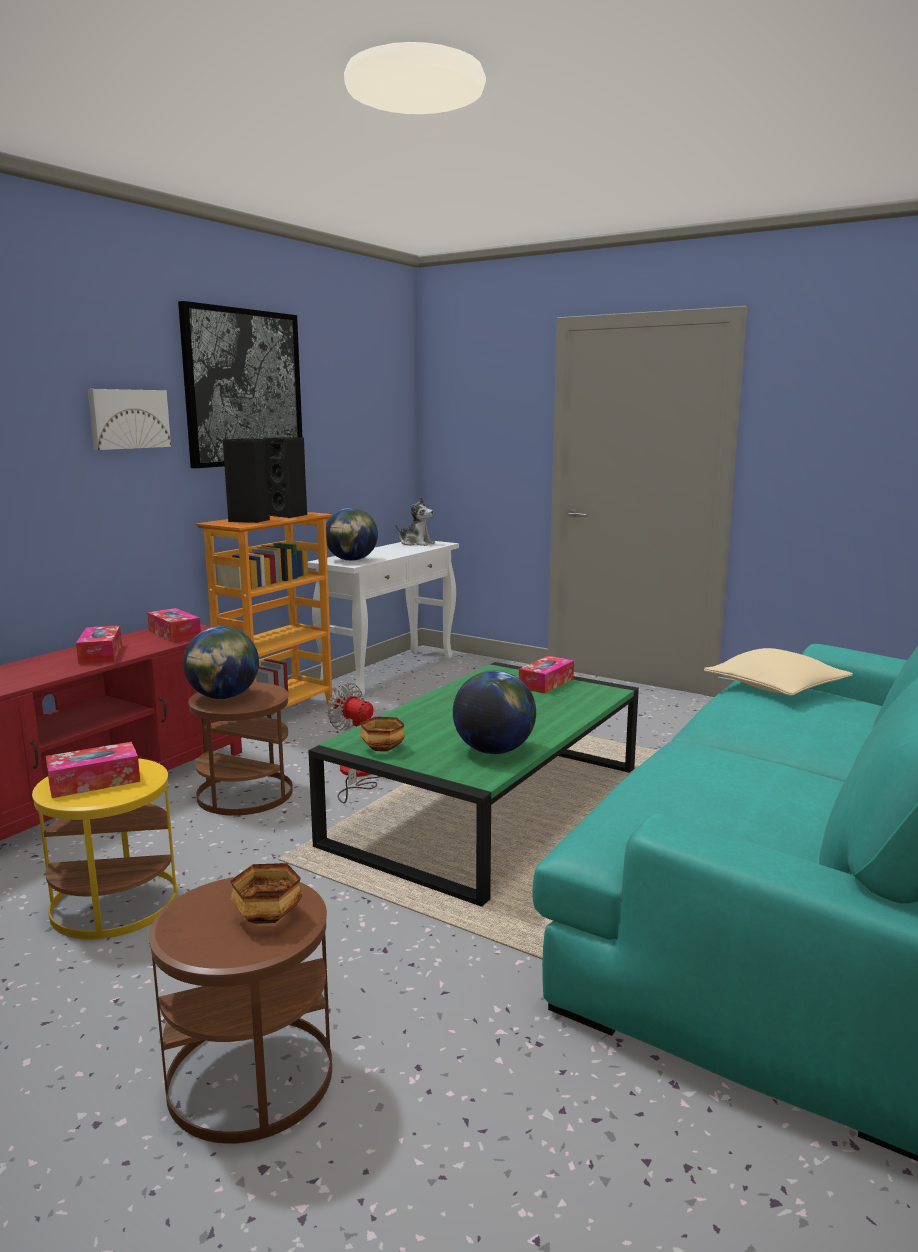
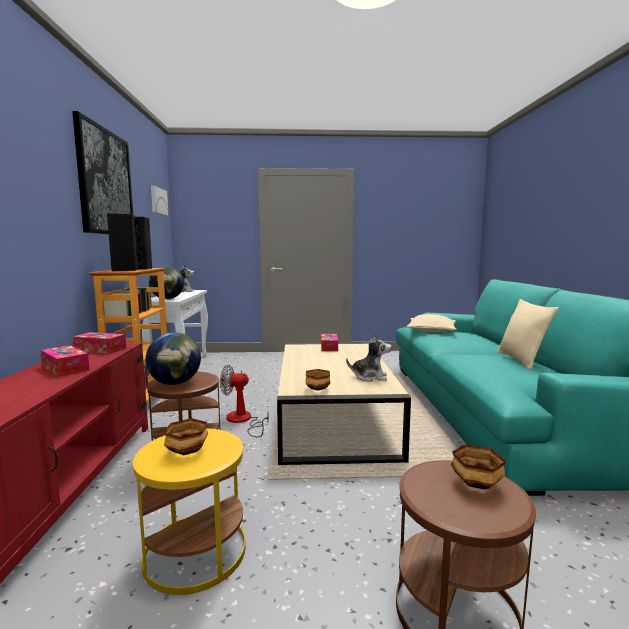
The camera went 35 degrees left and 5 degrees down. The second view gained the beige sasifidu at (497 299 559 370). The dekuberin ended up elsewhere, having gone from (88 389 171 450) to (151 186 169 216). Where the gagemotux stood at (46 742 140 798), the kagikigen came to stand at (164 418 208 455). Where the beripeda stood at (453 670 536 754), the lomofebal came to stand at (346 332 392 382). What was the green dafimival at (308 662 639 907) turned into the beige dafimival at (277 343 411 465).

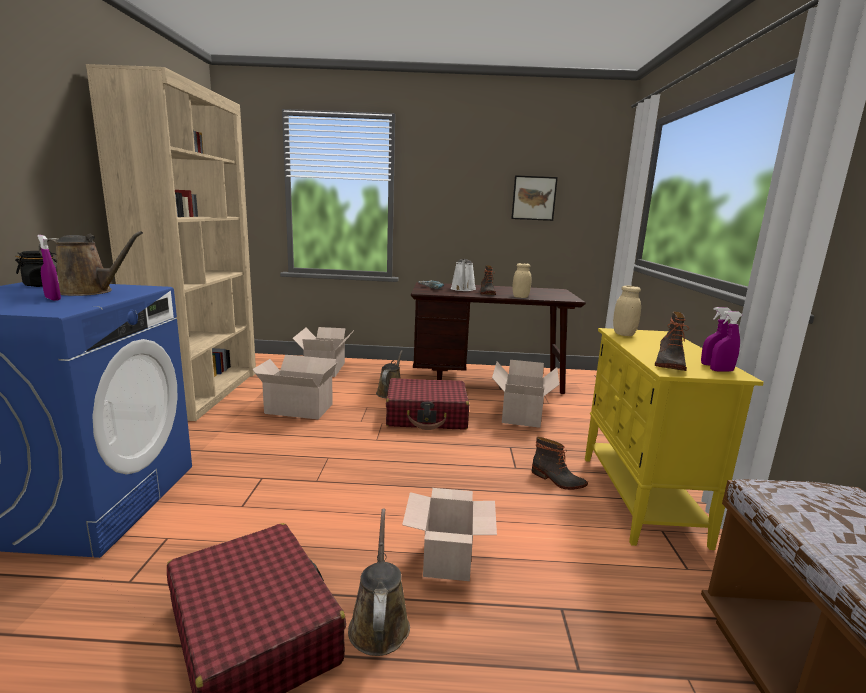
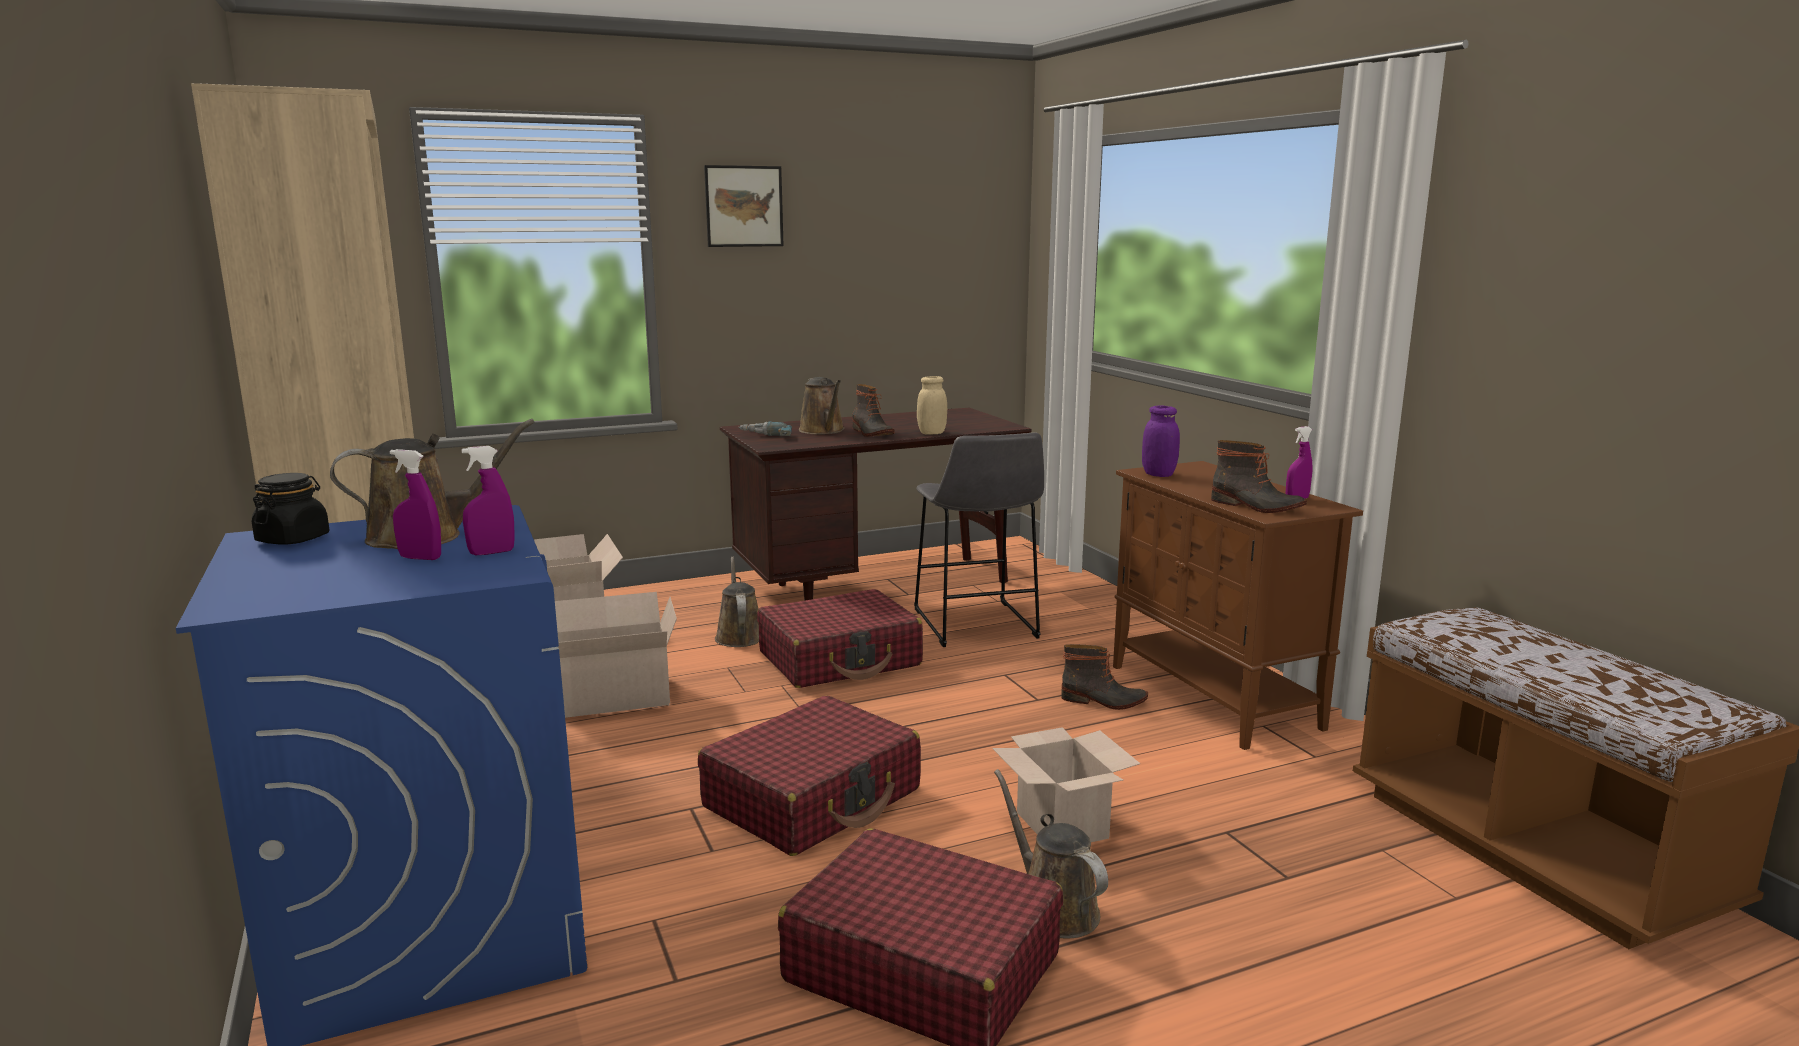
The camera went 25 degrees left and 0 degrees up. The second view gained the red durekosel at (698 696 921 856). The dekuberin ended up elsewhere, having gone from (511 175 558 221) to (704 165 784 247). The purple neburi ended up elsewhere, having gone from (710 311 742 372) to (462 446 515 555). Where the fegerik stood at (492 360 559 428), the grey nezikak came to stand at (914 432 1044 647). What was the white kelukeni at (451 259 476 291) turned into the brown kelukeni at (799 377 844 435). What was the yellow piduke at (585 328 764 550) turned into the brown piduke at (1113 461 1363 750). What was the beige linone at (613 286 641 336) turned into the purple linone at (1142 406 1180 477). The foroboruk at (655 312 689 371) ended up facing another way, 45 degrees counterclockwise from before.

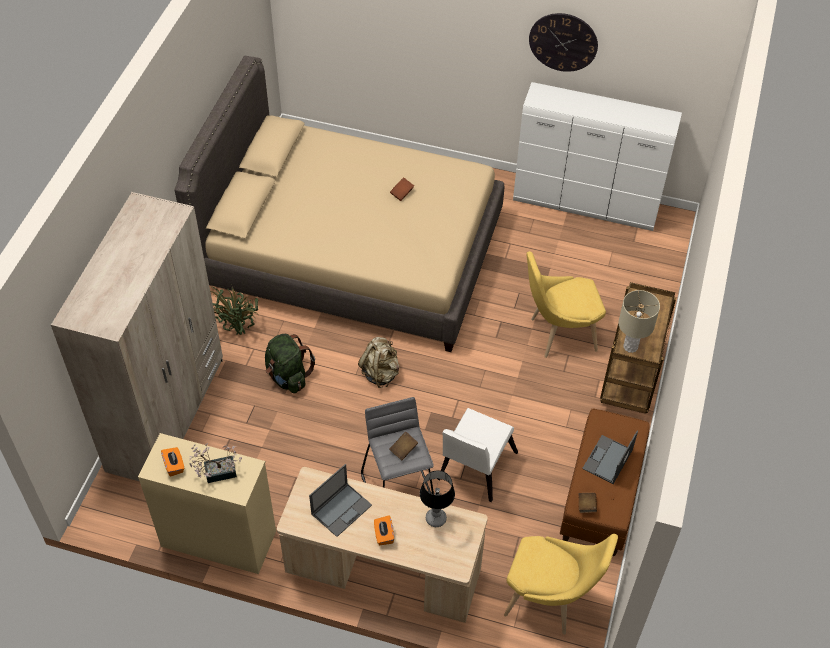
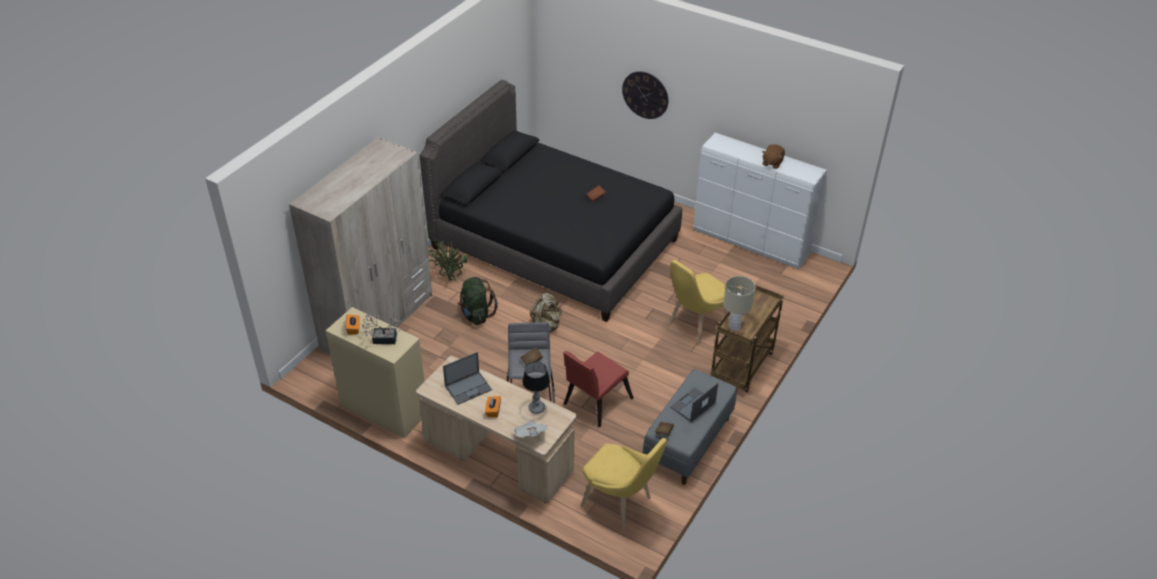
The camera went 15 degrees right and 10 degrees down. The second view gained the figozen at (514 420 547 437). The second view gained the brown lomofebal at (762 144 785 169). The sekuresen ended up elsewhere, having gone from (529 13 598 72) to (622 71 668 119). What was the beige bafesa at (174 56 504 352) turned into the black bafesa at (419 80 682 322). What was the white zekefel at (437 408 518 502) turned into the red zekefel at (563 351 633 428). What was the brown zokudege at (560 409 650 556) turned into the grey zokudege at (643 369 737 485). The yellow zekefel at (526 251 606 358) ended up facing another way, 45 degrees counterclockwise from before.

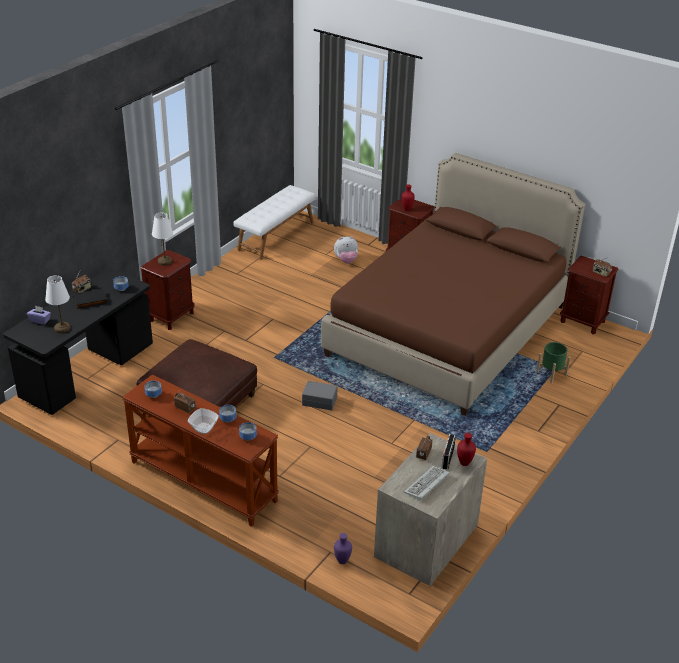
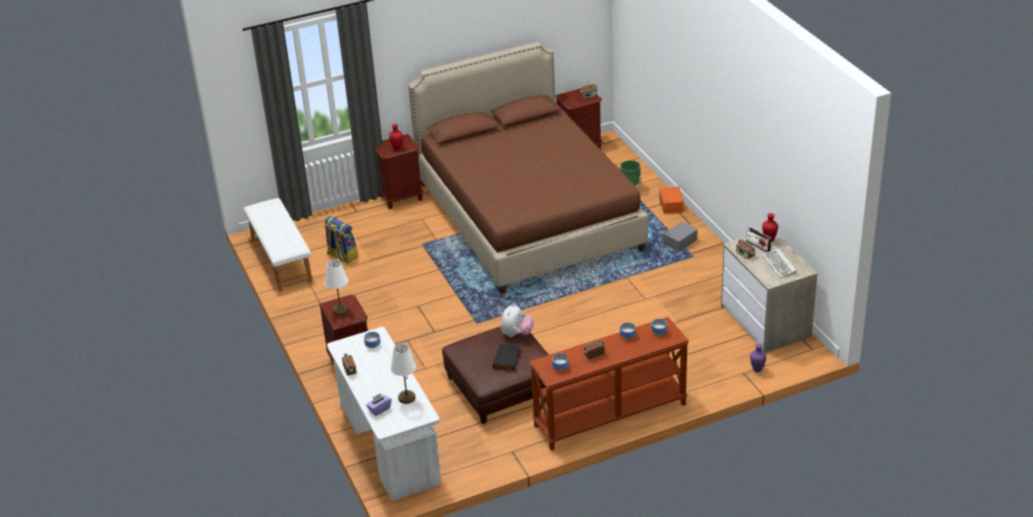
The camera went 55 degrees left and 0 degrees up. The second view lost the kagikigen at (188 408 219 434). The second view gained the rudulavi at (324 216 358 264). The second view gained the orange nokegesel at (659 186 684 214). The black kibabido ended up elsewhere, having gone from (73 289 108 309) to (493 344 521 370). The grey nokegesel ended up elsewhere, having gone from (302 381 338 410) to (663 222 698 252). The lomofebal ended up elsewhere, having gone from (334 236 358 264) to (501 304 534 337). What was the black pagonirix at (3 268 153 415) turned into the white pagonirix at (327 327 441 501).

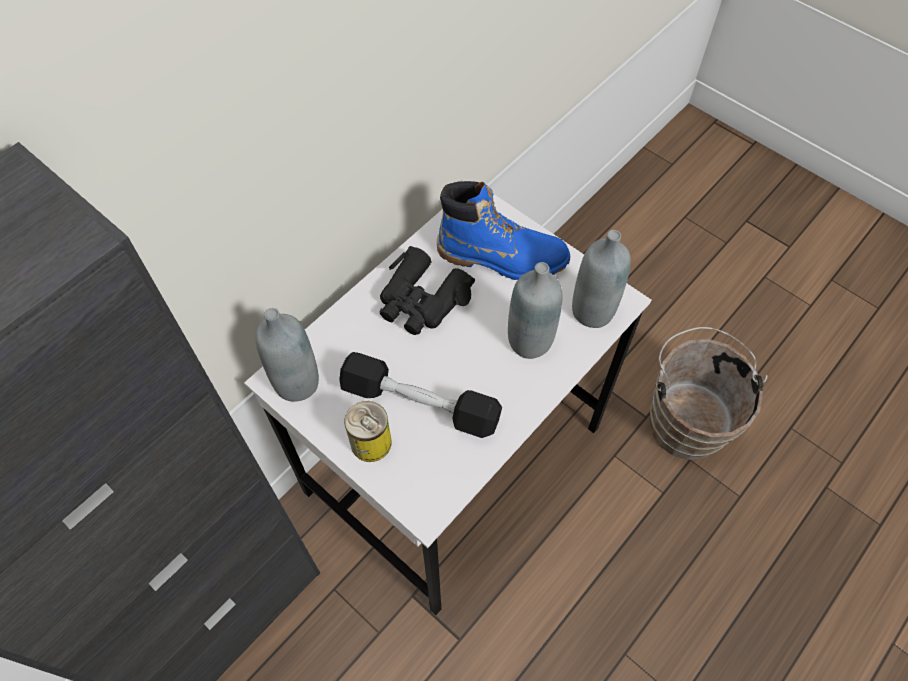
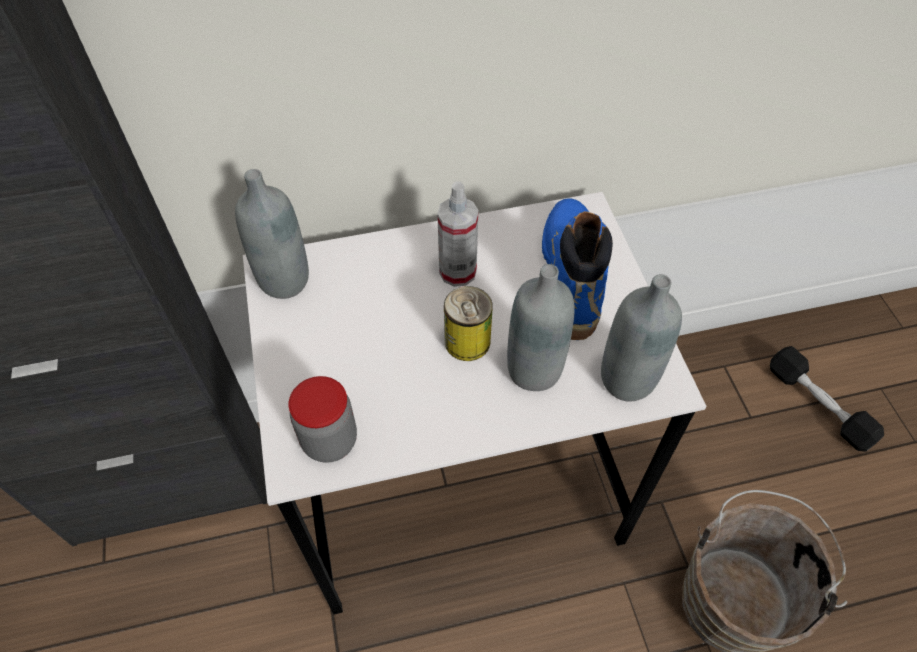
The camera went 35 degrees right and 5 degrees down. The second view gained the linone at (289 376 357 463). The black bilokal ended up elsewhere, having gone from (339 352 502 438) to (770 346 884 452). The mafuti ended up elsewhere, having gone from (345 401 392 462) to (444 286 493 361). Where the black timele stood at (380 246 475 335), the neburi came to stand at (437 181 478 287). The blue foroboruk at (437 181 570 280) ended up facing another way, 135 degrees counterclockwise from before.

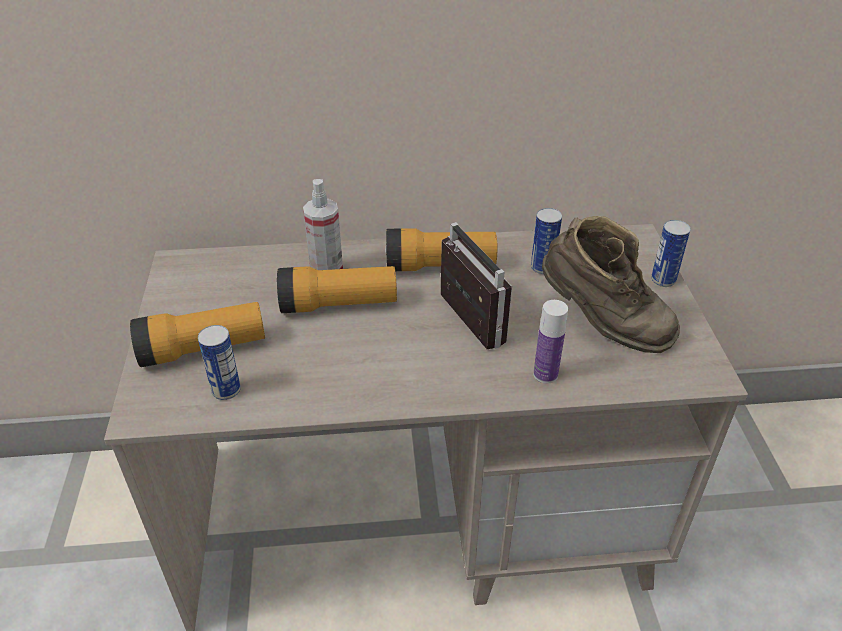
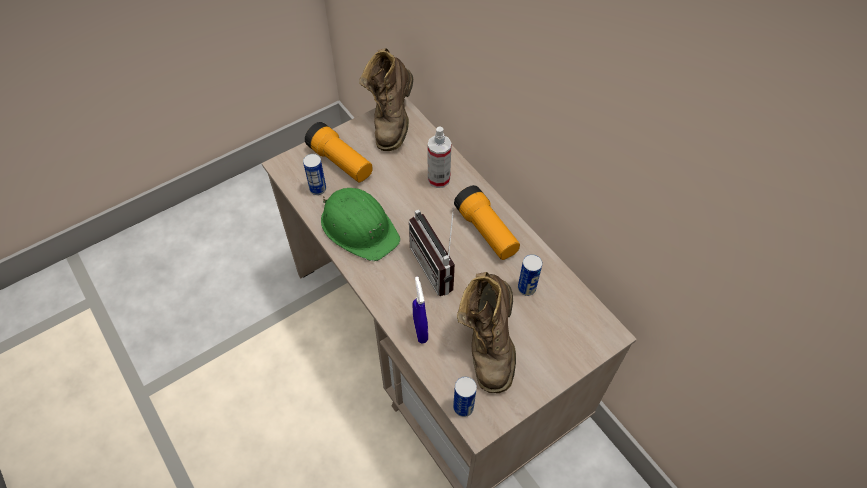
The camera went 60 degrees right and 15 degrees up. The second view lost the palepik at (277 266 397 313). The second view gained the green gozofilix at (321 188 400 261). The second view gained the brown foroboruk at (359 48 413 151). The mafuti ended up elsewhere, having gone from (651 220 691 287) to (453 376 477 417). Where the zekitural stood at (533 300 568 384), the blue neburi came to stand at (412 277 428 343). The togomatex at (441 222 512 349) ended up facing another way, 120 degrees clockwise from before.

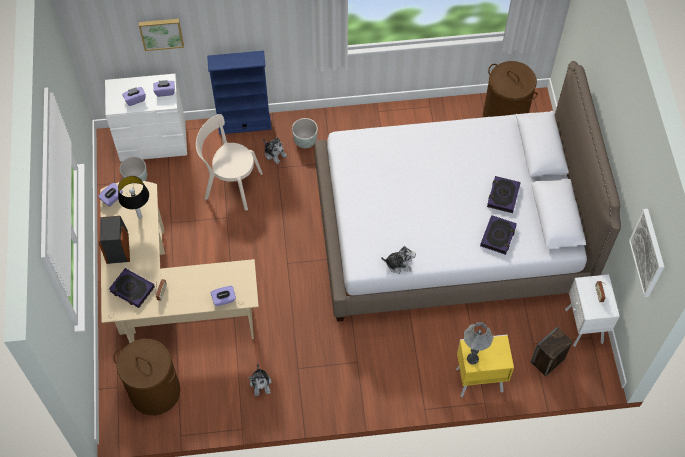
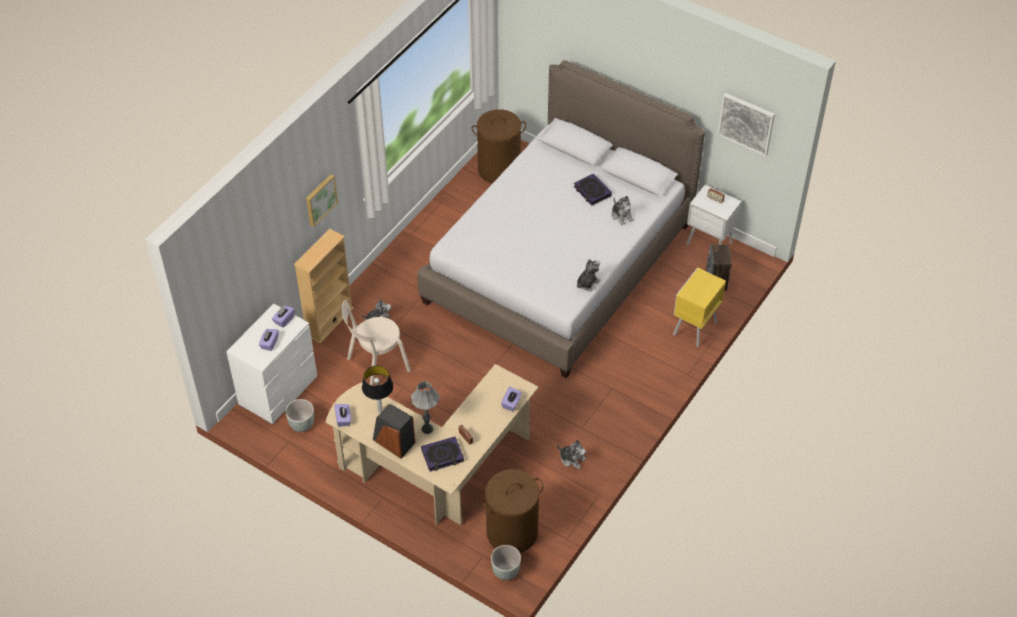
The camera went 50 degrees left and 10 degrees down. The dekuberin ended up elsewhere, having gone from (139 19 184 51) to (306 174 338 227). The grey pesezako ended up elsewhere, having gone from (292 118 318 148) to (491 545 521 580). The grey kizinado ended up elsewhere, having gone from (464 322 494 365) to (411 381 440 434). Where the kibabido stood at (480 215 517 255), the lomofebal came to stand at (611 196 633 225). What was the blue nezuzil at (207 51 272 134) turned into the beige nezuzil at (294 229 354 344).

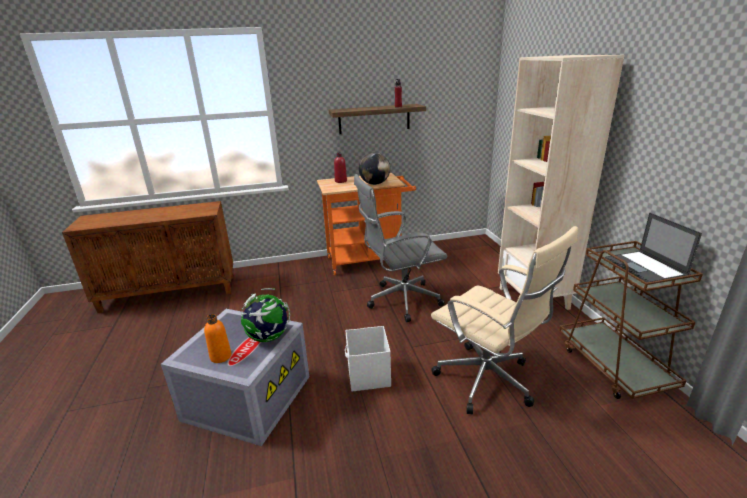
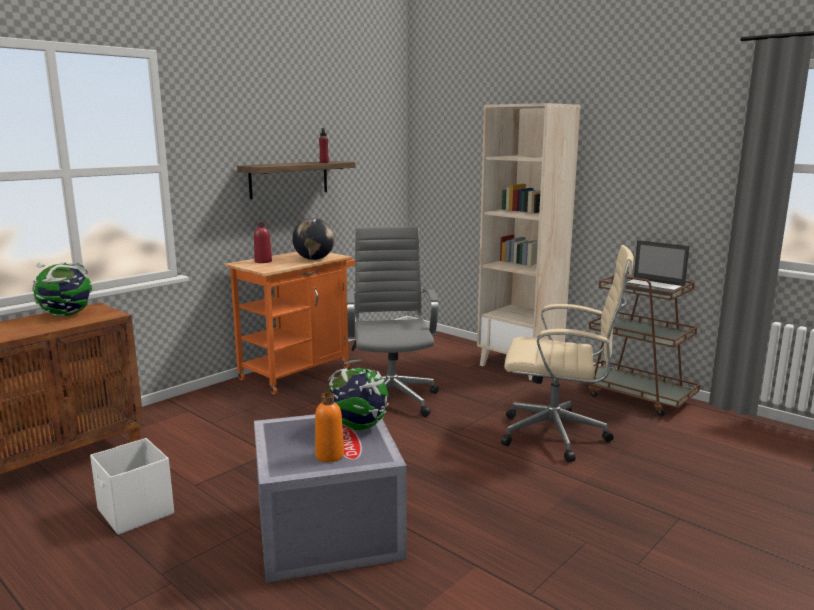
The camera went 35 degrees left and 10 degrees down. The second view gained the beripeda at (32 262 93 316). The white nokegesel ended up elsewhere, having gone from (345 326 391 391) to (90 438 174 535). The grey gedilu at (354 174 447 322) ended up facing another way, 135 degrees clockwise from before.

